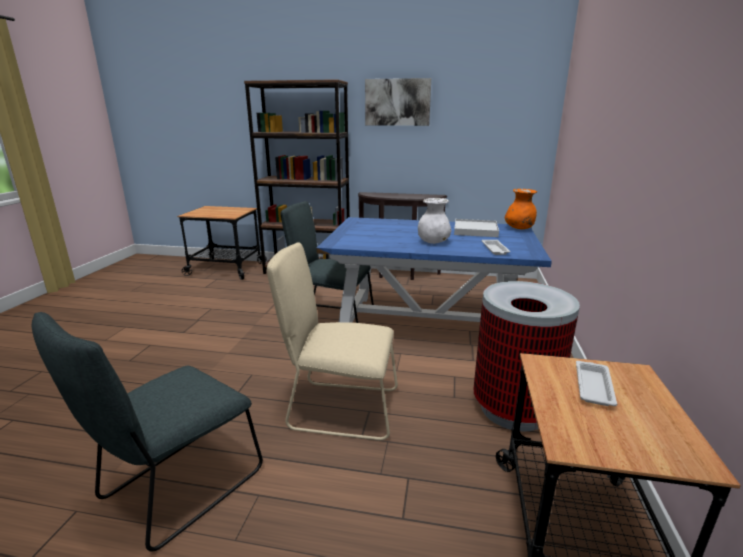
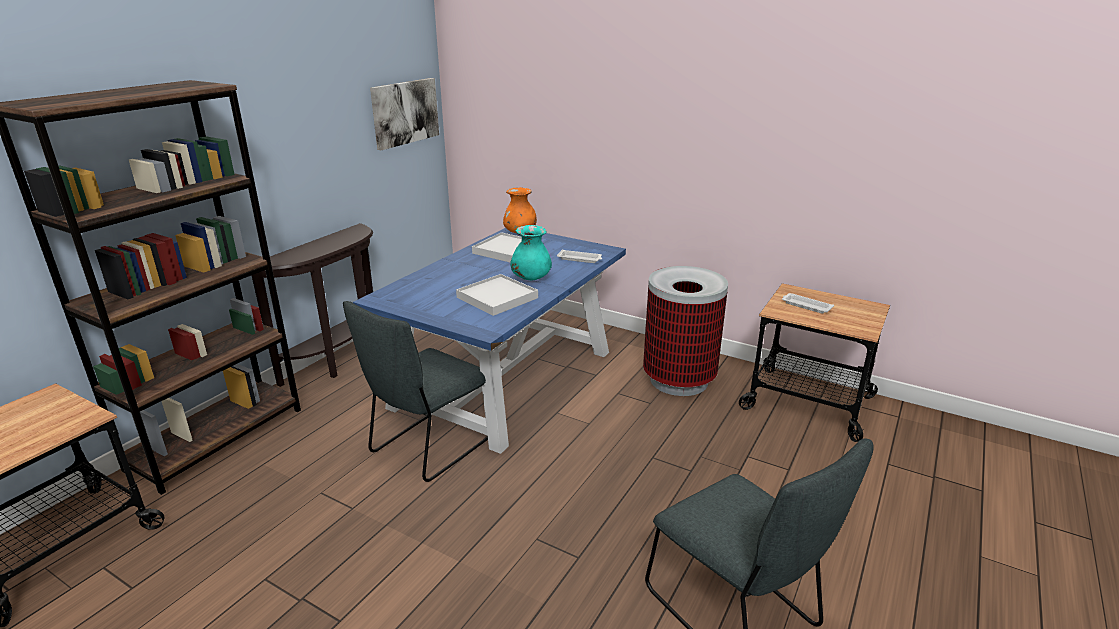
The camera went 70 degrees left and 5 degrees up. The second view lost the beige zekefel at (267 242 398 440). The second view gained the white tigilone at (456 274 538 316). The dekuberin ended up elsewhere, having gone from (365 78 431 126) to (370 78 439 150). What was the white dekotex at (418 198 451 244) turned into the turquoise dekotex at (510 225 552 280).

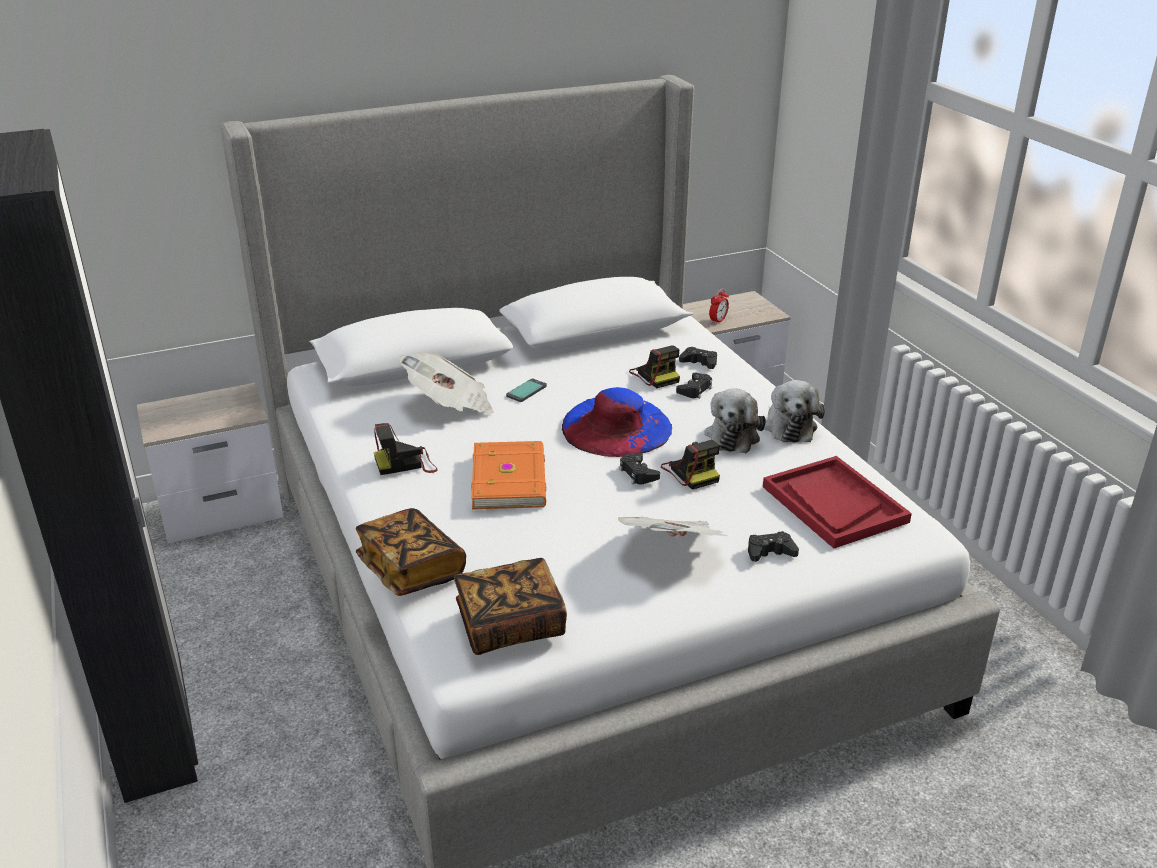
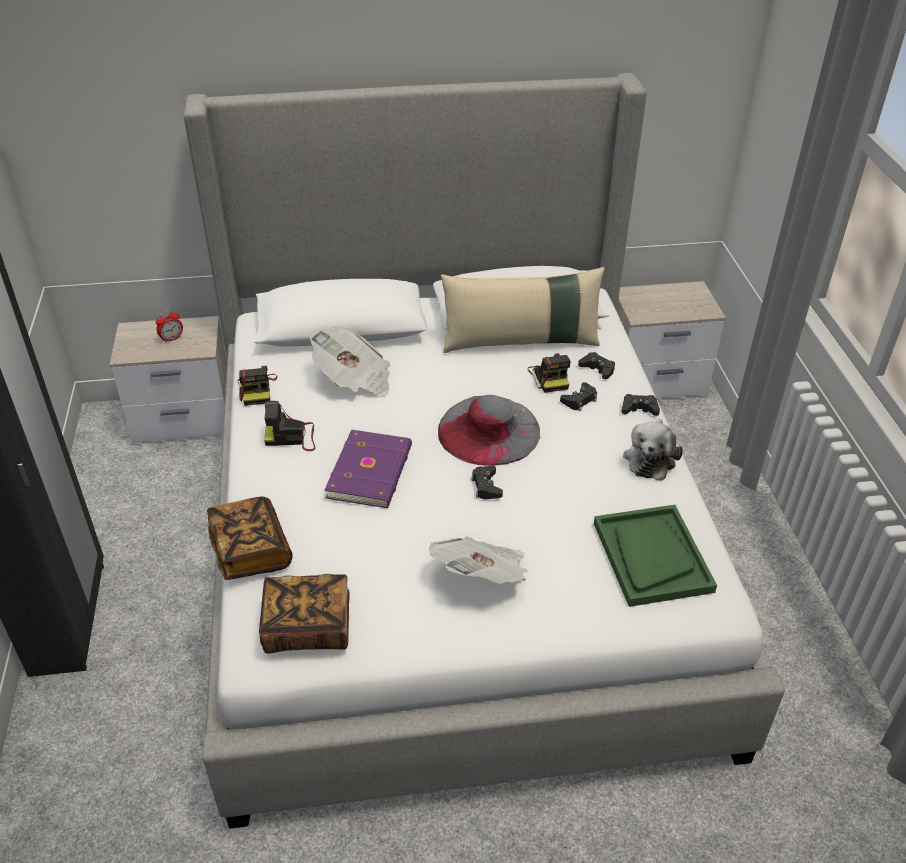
The camera went 15 degrees right and 10 degrees up. The second view lost the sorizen at (506 379 547 402). The second view lost the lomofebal at (704 388 766 453). The second view gained the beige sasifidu at (441 267 604 353). The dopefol ended up elsewhere, having gone from (661 440 720 490) to (238 366 278 406). The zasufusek ended up elsewhere, having gone from (709 288 729 324) to (156 309 183 343). The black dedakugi ended up elsewhere, having gone from (748 531 799 562) to (621 394 660 416). What was the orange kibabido at (471 441 546 509) turned into the purple kibabido at (324 429 412 508). What was the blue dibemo at (562 387 672 457) turned into the grey dibemo at (438 395 541 466). What was the red tigilone at (763 456 912 548) turned into the green tigilone at (594 505 717 607).

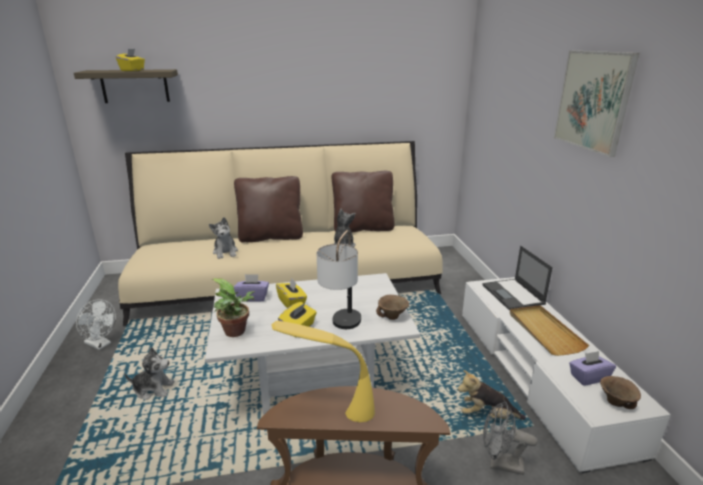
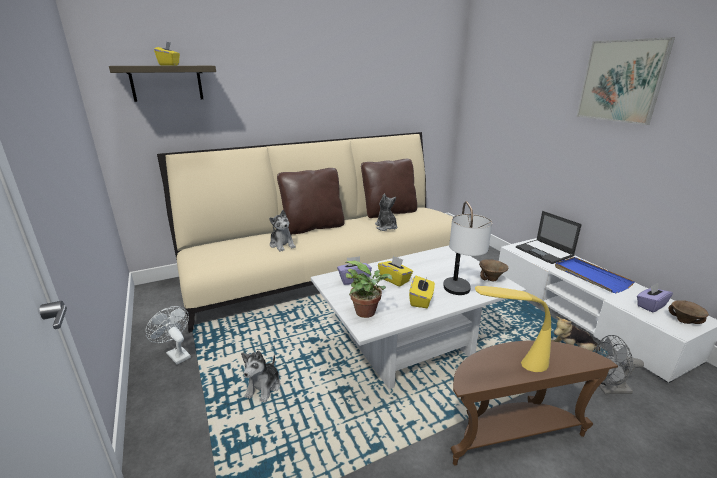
The camera went 15 degrees left and 0 degrees up. What was the beige tigilone at (510 305 589 356) turned into the blue tigilone at (555 257 635 293). The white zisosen at (76 299 116 350) ended up facing another way, 150 degrees counterclockwise from before. The lomofebal at (124 347 175 400) ended up facing another way, 120 degrees clockwise from before.

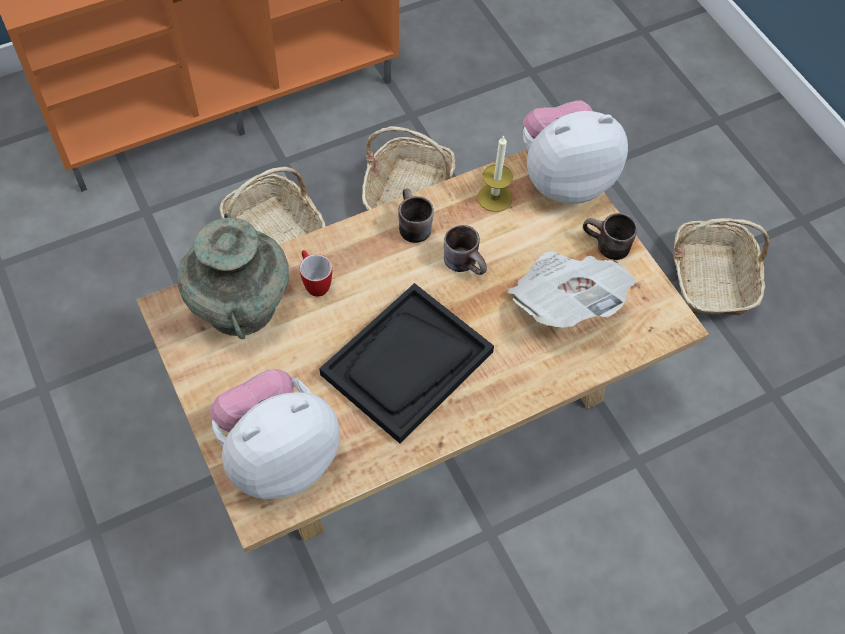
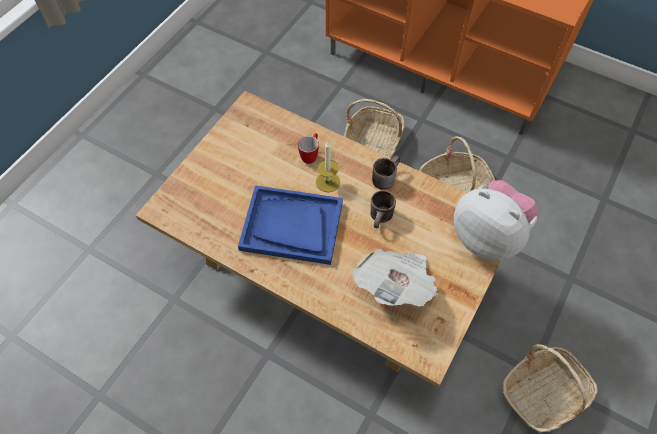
The camera went 60 degrees right and 0 degrees up. The second view lost the turquoise dekotex at (177 213 289 339). The second view lost the lomofebal at (210 369 340 499). The second view lost the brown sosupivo at (583 213 637 260). The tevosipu ended up elsewhere, having gone from (477 136 513 212) to (316 142 340 192). What was the black tigilone at (319 283 494 443) turned into the blue tigilone at (238 185 343 265).

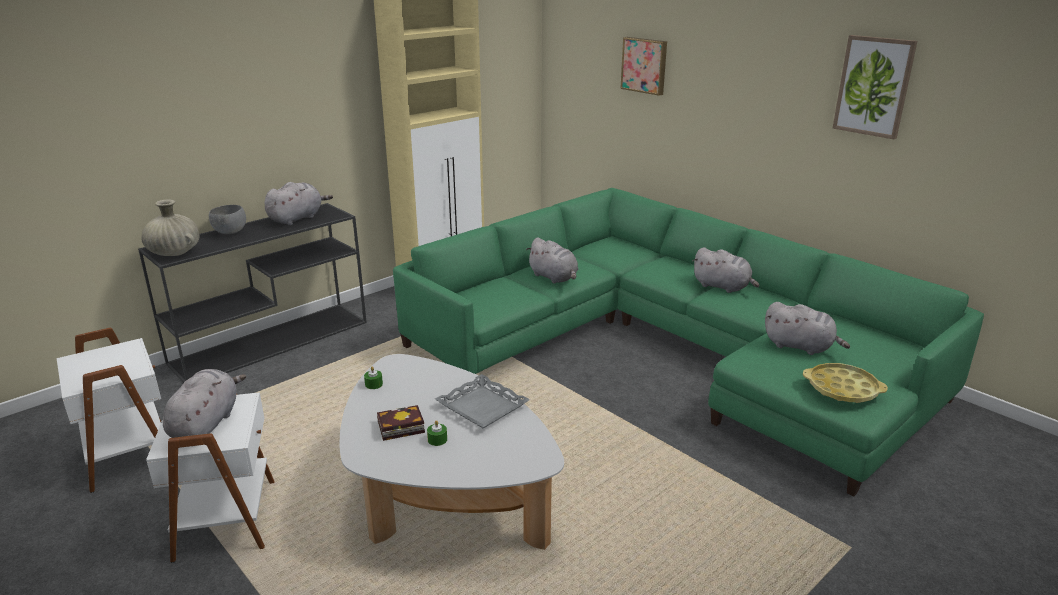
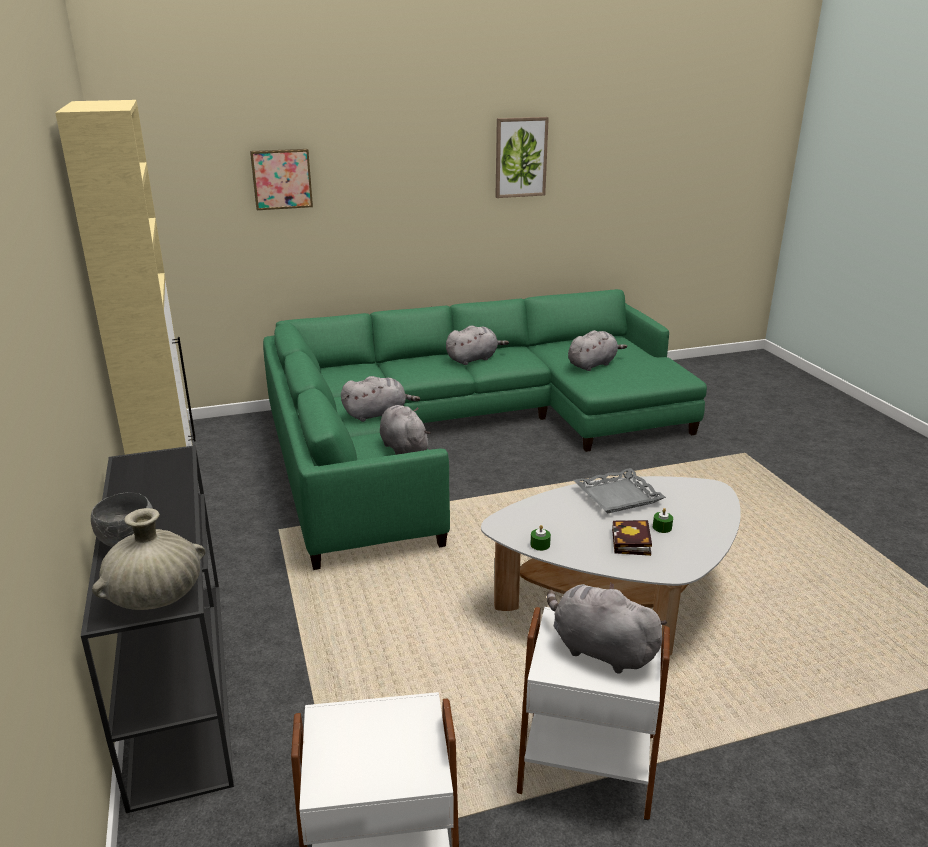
The camera went 65 degrees left and 0 degrees up. The second view lost the yellow tigilone at (803 363 888 403). The grey lomofebal ended up elsewhere, having gone from (264 182 333 225) to (380 405 431 455).

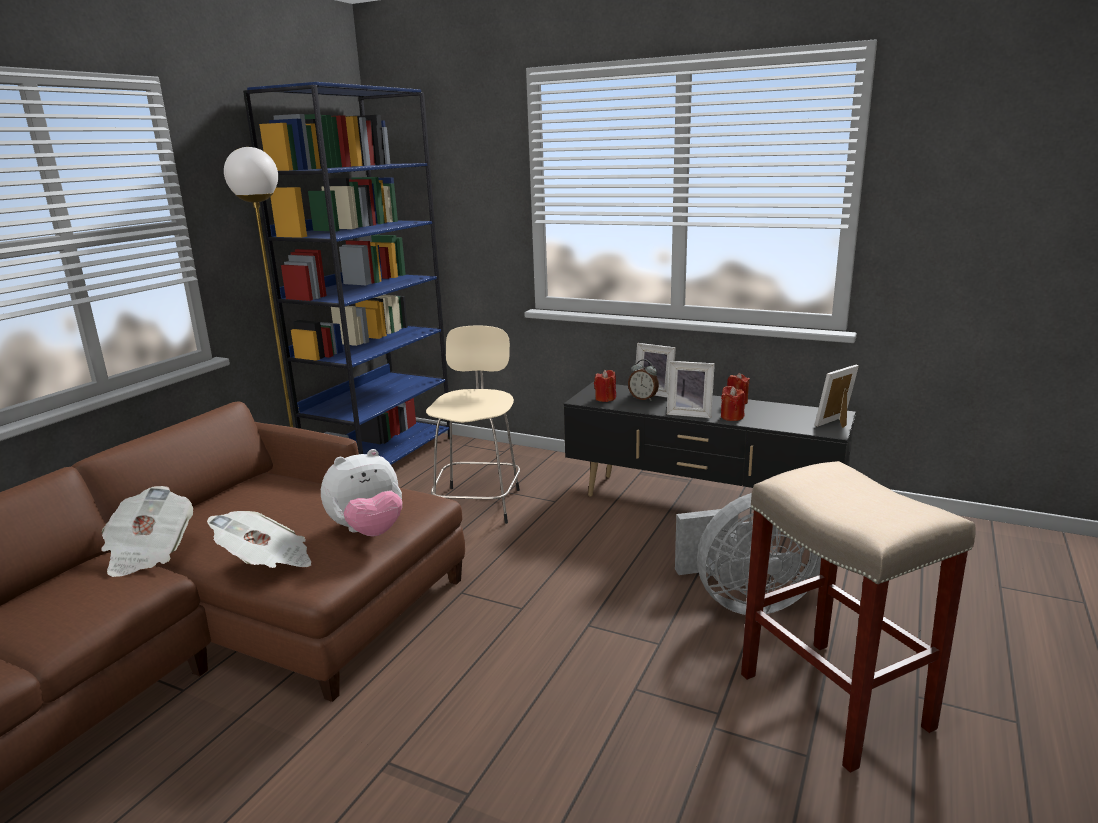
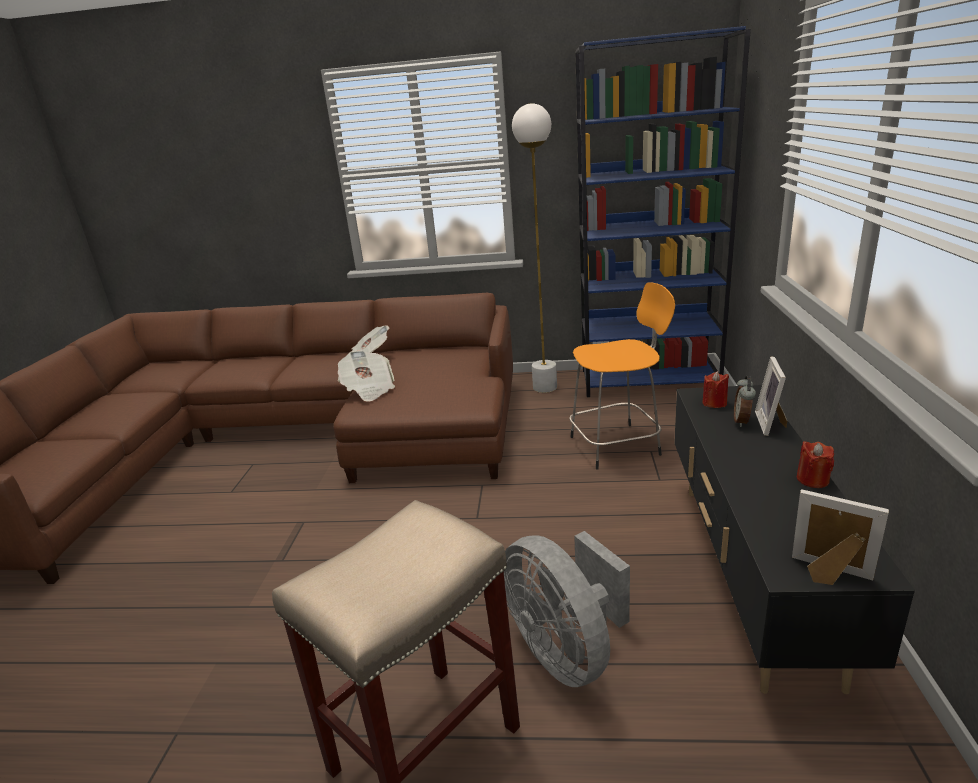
The camera went 70 degrees right and 5 degrees up. The second view lost the lomofebal at (321 449 402 536). The second view lost the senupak at (667 361 715 418). The second view lost the red tevosipu at (721 386 745 421). What was the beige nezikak at (426 326 520 524) turned into the orange nezikak at (569 282 675 469).

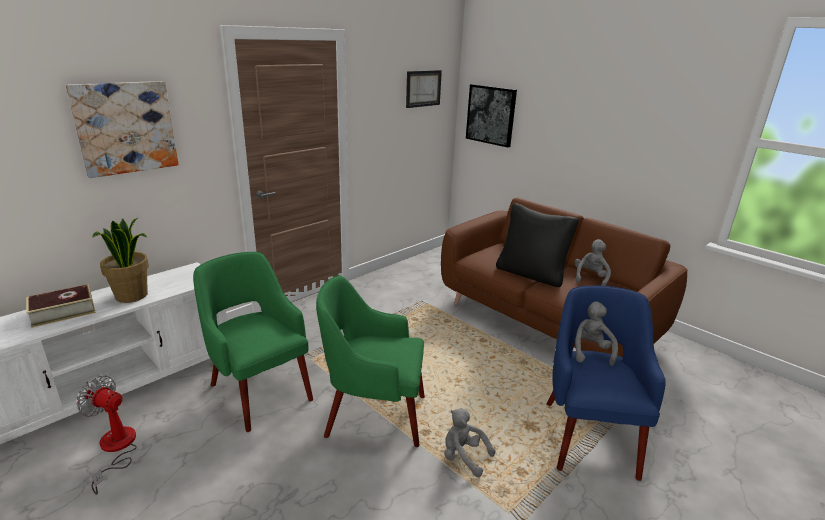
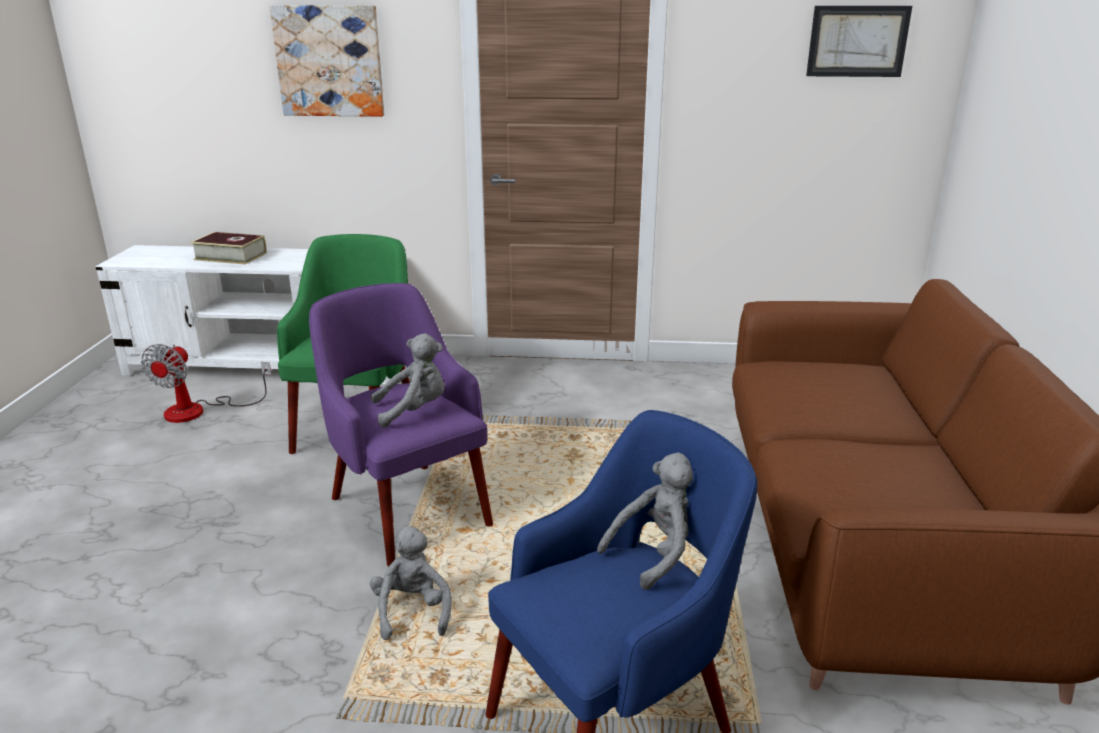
The camera went 50 degrees right and 0 degrees up. The second view lost the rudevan at (92 218 149 303). The second view lost the dekuberin at (466 84 517 147). The second view lost the black sasifidu at (496 203 579 287). The grey lomofebal ended up elsewhere, having gone from (575 239 611 286) to (371 334 445 428). What was the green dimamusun at (316 275 425 447) turned into the purple dimamusun at (309 283 493 567). The zisosen at (77 375 137 495) ended up facing another way, 150 degrees counterclockwise from before.

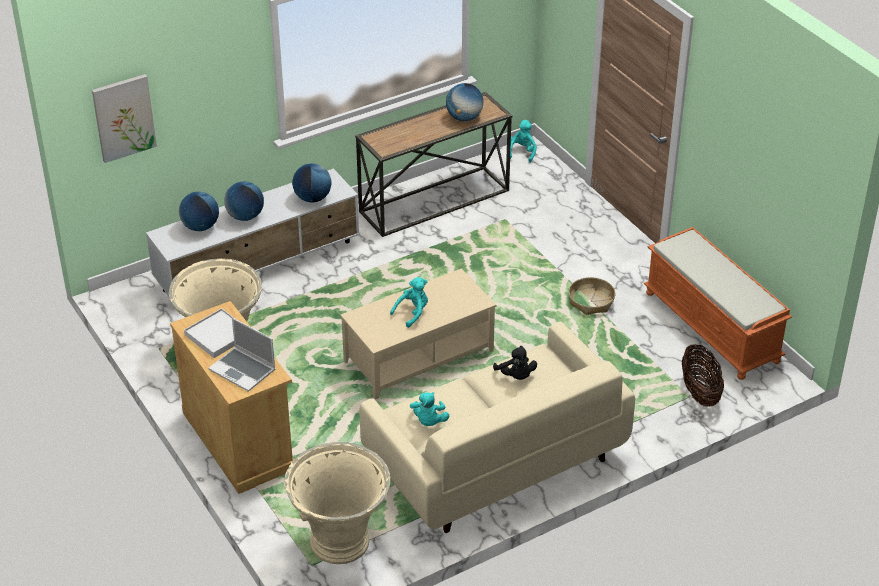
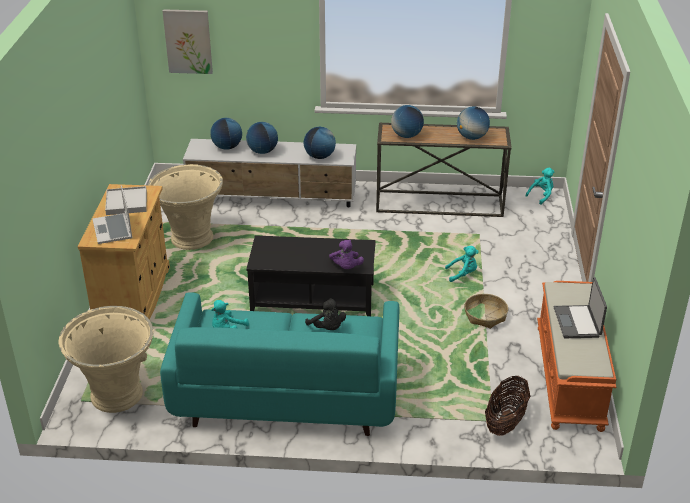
The camera went 35 degrees right and 5 degrees down. The second view gained the purple lomofebal at (329 240 364 269). The second view gained the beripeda at (391 105 424 138). The second view gained the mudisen at (554 277 607 338). The turquoise lomofebal ended up elsewhere, having gone from (390 277 428 328) to (445 246 479 282). What was the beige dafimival at (340 268 497 399) turned into the black dafimival at (246 235 376 316). What was the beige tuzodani at (360 321 635 533) turned into the turquoise tuzodani at (160 292 399 436). The black lomofebal at (493 346 537 380) ended up facing another way, 45 degrees counterclockwise from before.

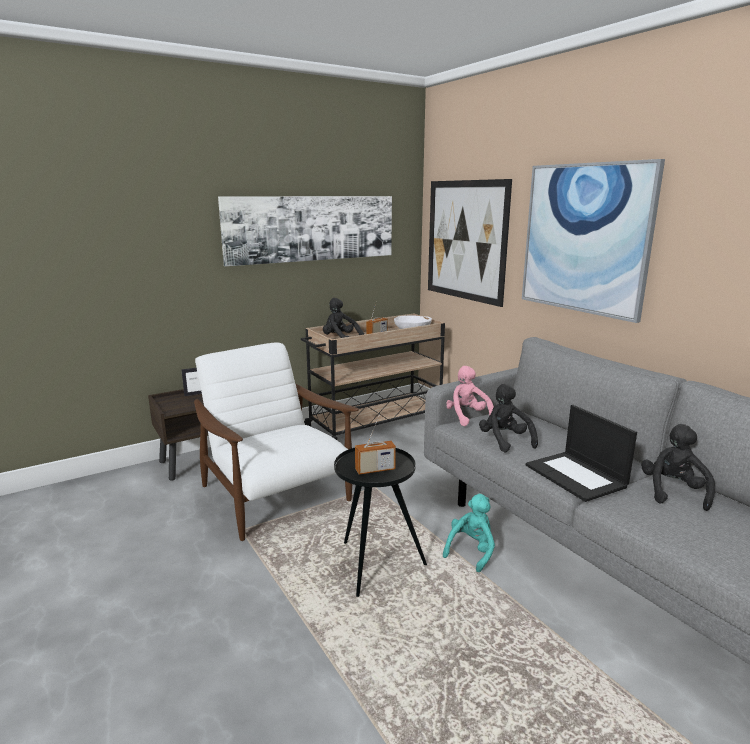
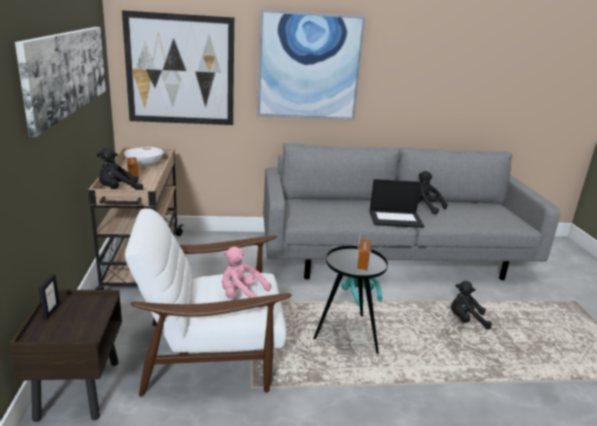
The camera went 65 degrees left and 5 degrees up. The pink lomofebal ended up elsewhere, having gone from (446 366 494 426) to (222 247 271 308). The black lomofebal ended up elsewhere, having gone from (479 384 538 453) to (451 281 492 330).

